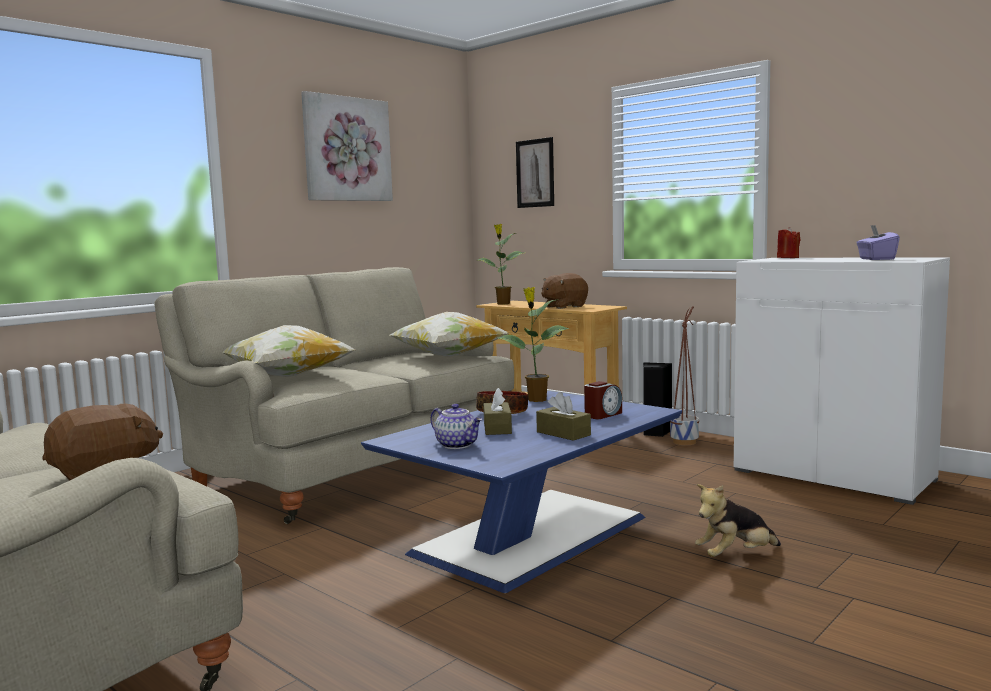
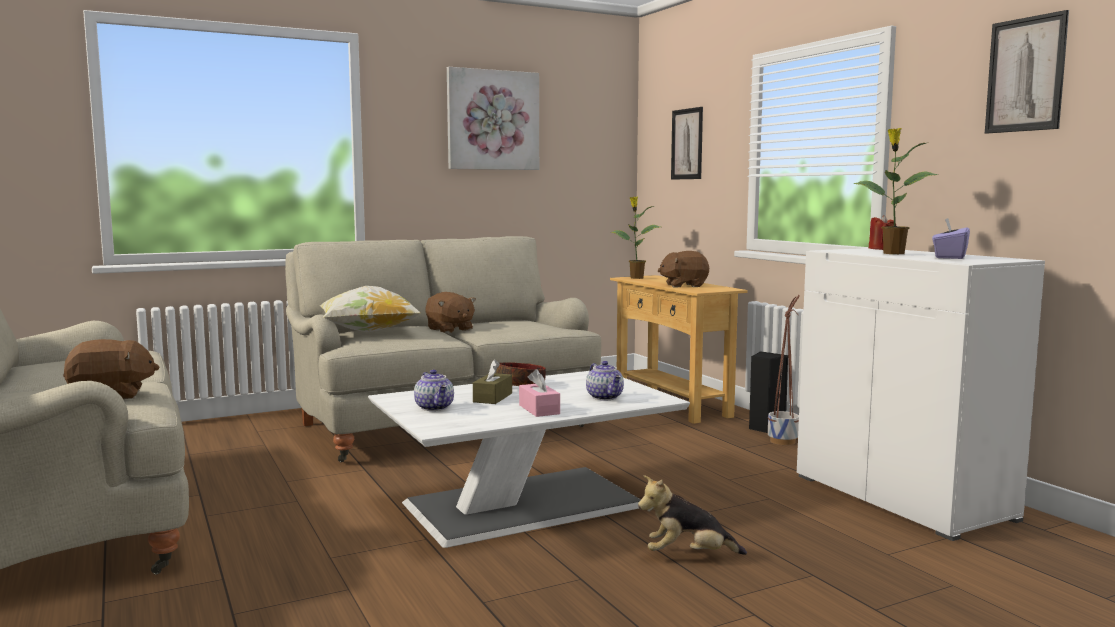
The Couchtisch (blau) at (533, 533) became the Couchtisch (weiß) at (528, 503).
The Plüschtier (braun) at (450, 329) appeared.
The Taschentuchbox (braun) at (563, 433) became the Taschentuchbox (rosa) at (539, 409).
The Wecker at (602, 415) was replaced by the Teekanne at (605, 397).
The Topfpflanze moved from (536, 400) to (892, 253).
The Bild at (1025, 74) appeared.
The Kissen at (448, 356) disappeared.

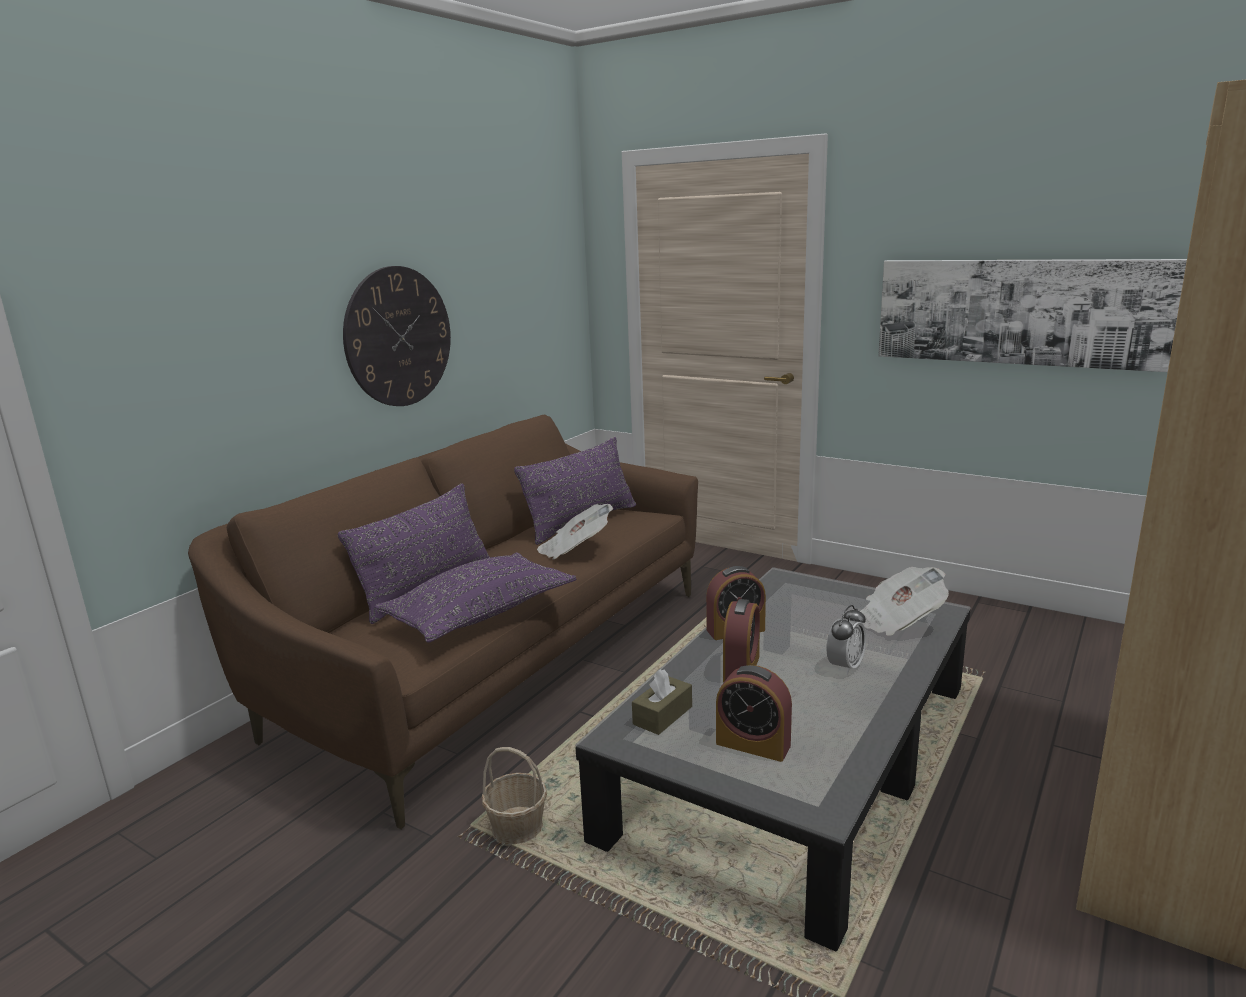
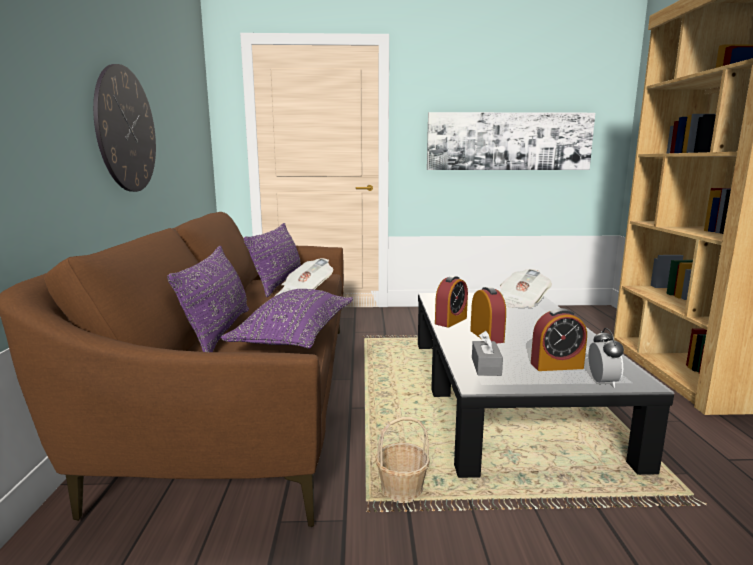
The Taschentuchbox (braun) at (662, 715) became the Taschentuchbox (grau) at (486, 366).
The Wecker moved from (845, 666) to (602, 382).

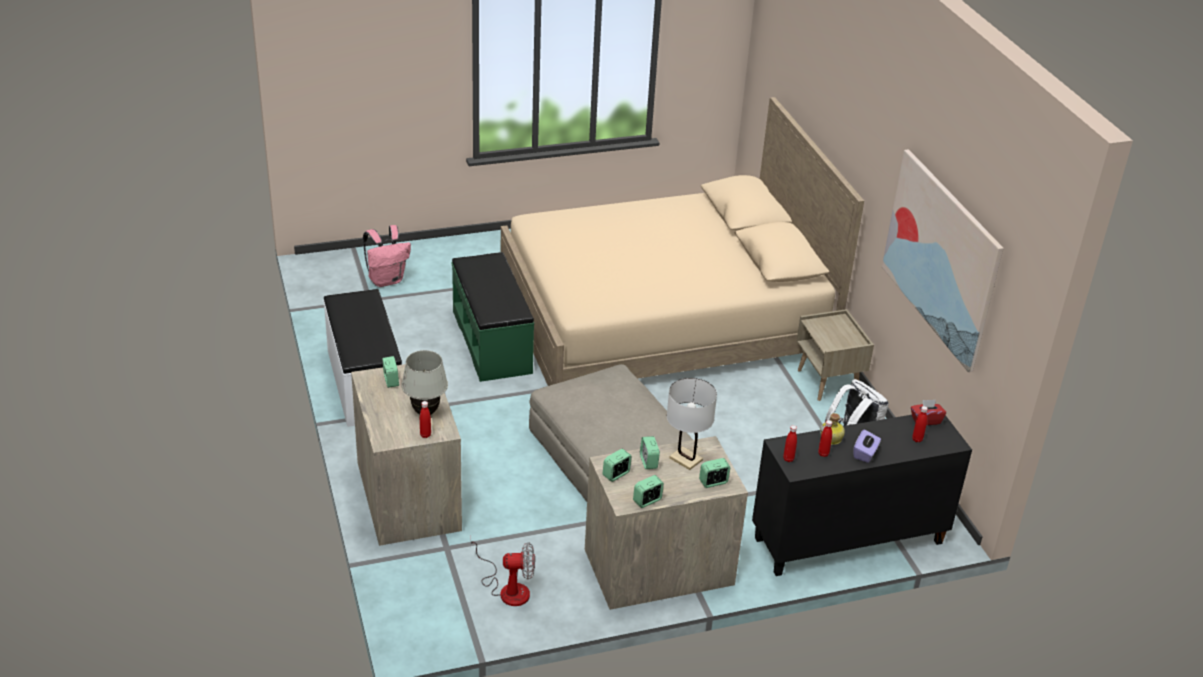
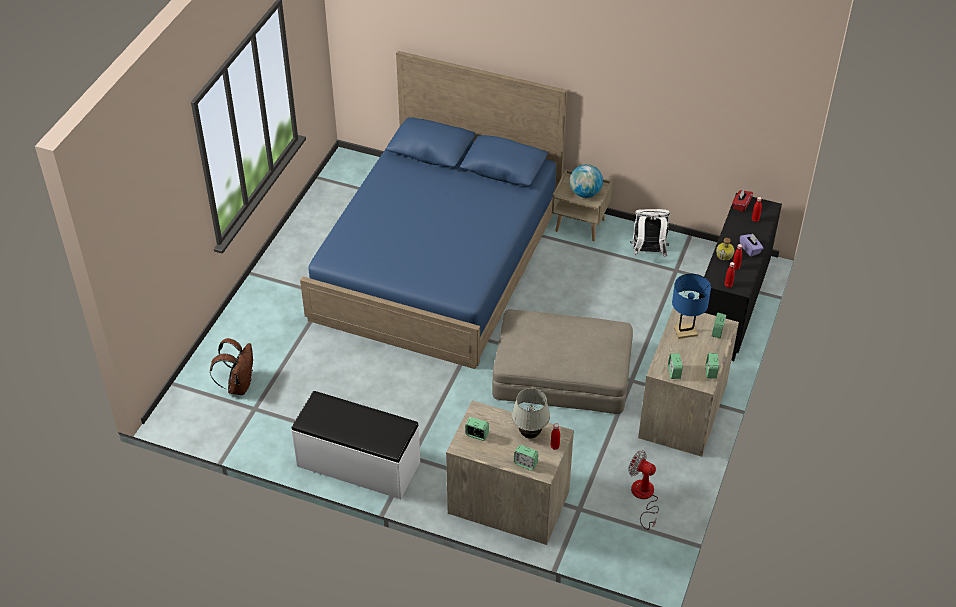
The Rucksack (rosa) at (387, 280) became the Rucksack (braun) at (239, 385).
The Bett (beige) at (664, 318) became the Bett (blau) at (439, 261).
The Wecker moved from (648, 462) to (525, 463).
The Globus at (585, 193) appeared.
The Ventilator at (507, 588) turned 90 degrees counterclockwise.
The Tischlampe (weiß) at (686, 459) became the Tischlampe (blau) at (685, 331).
The Bank (grün) at (492, 342) disappeared.
The Bild at (941, 258) disappeared.

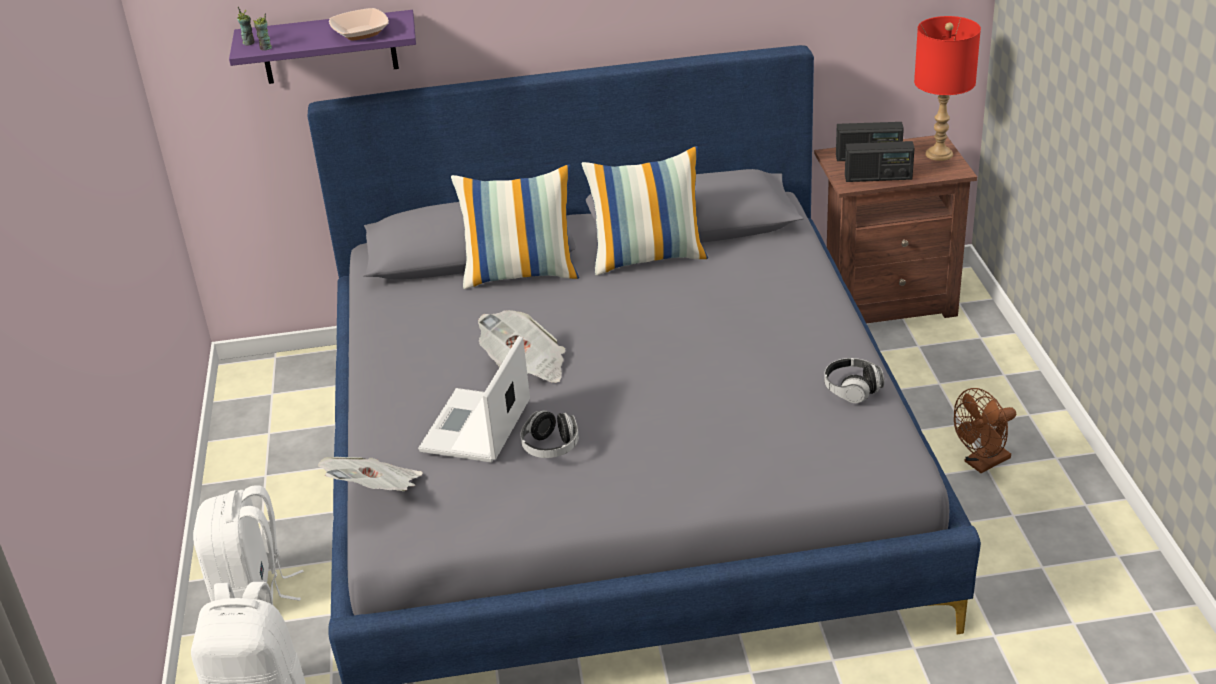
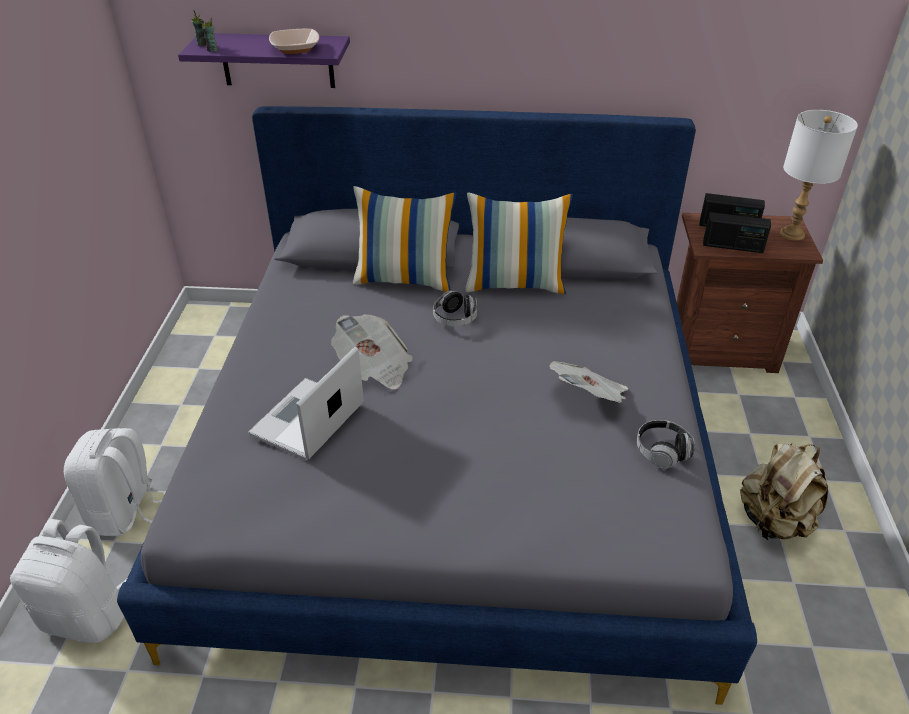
The Kopfhörer moved from (550, 447) to (455, 319).
The Zeitung moved from (377, 492) to (589, 397).
The Ventilator (braun) at (982, 463) was replaced by the Rucksack (beige) at (774, 521).
The Tischlampe (rot) at (939, 154) became the Tischlampe (weiß) at (792, 234).

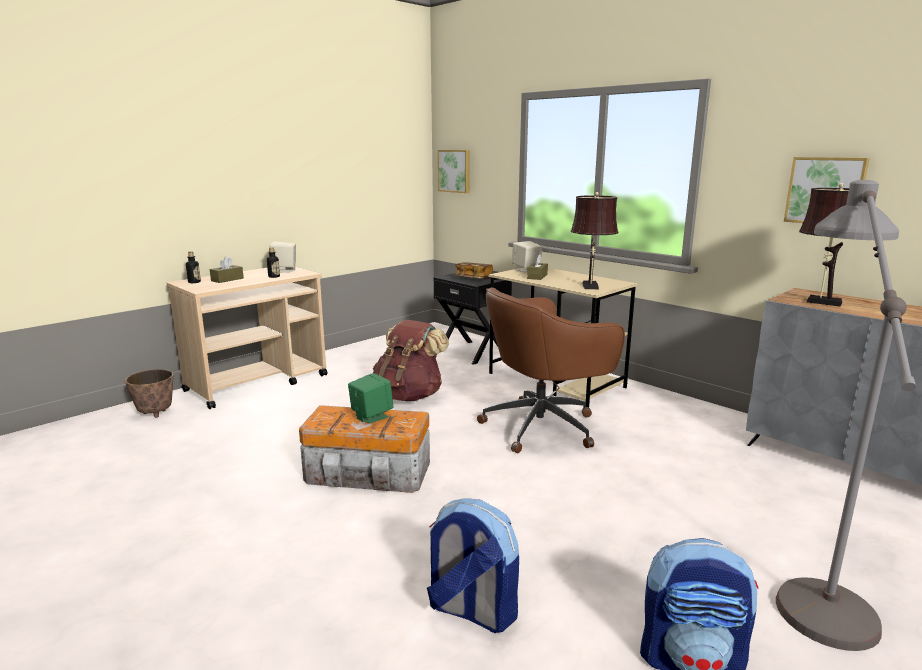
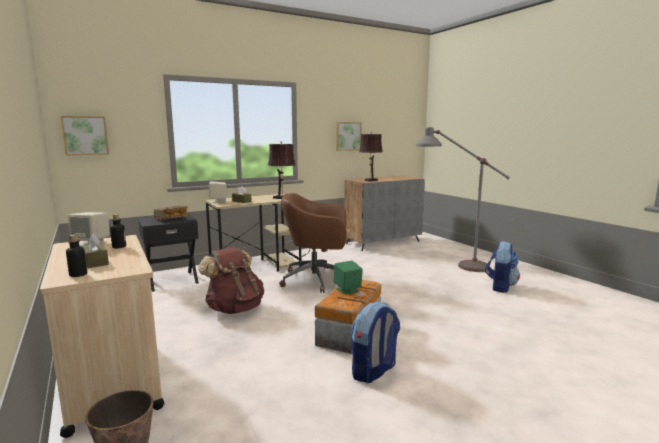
The Bürostuhl (braun) at (543, 426) turned 105 degrees clockwise.
The Rucksack moved from (471, 611) to (374, 371).

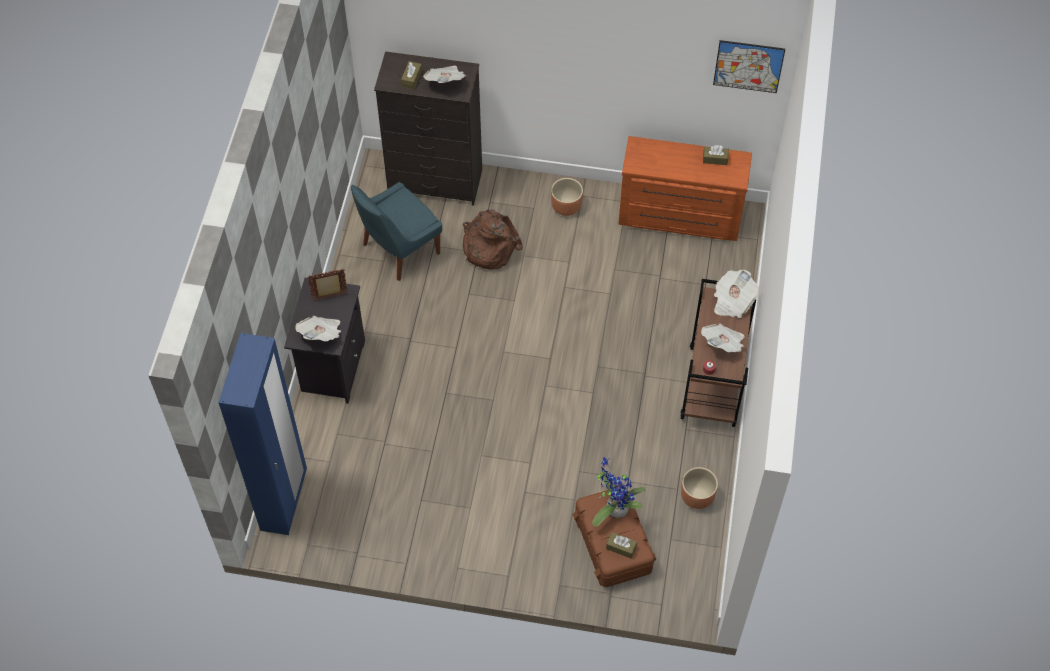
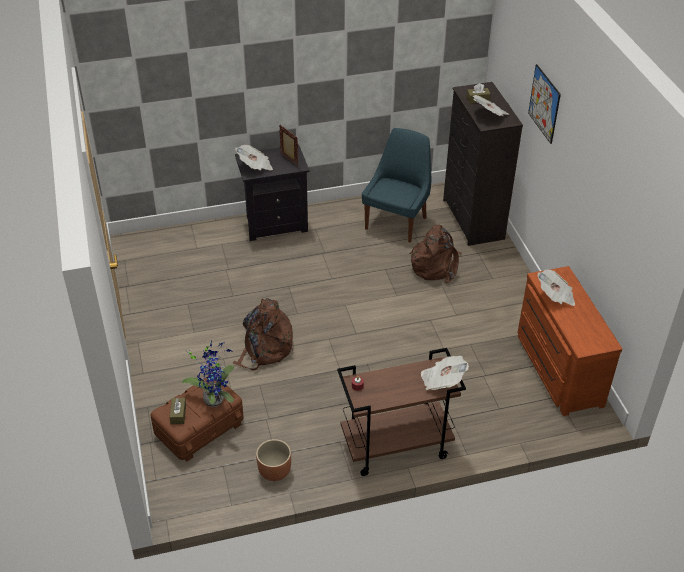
The Rucksack (braun) at (265, 349) appeared.
The Stuhl (blau) at (398, 250) turned 90 degrees clockwise.
The Bild moved from (748, 66) to (544, 104).
The Zeitung moved from (723, 344) to (555, 296).
The Kleiderschrank (blau) at (284, 501) disappeared.
The Pflanzkübel (braun) at (566, 207) disappeared.
The Taschentuchbox (braun) at (715, 159) disappeared.

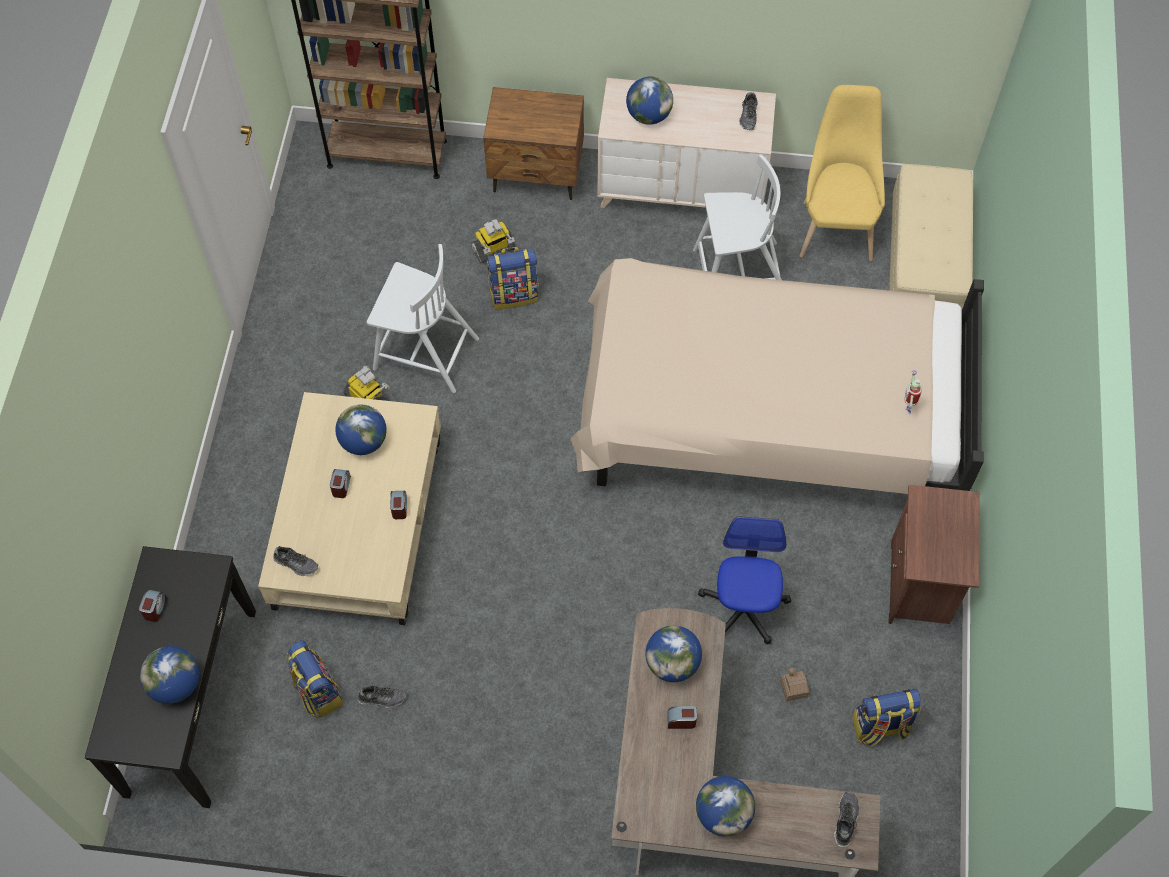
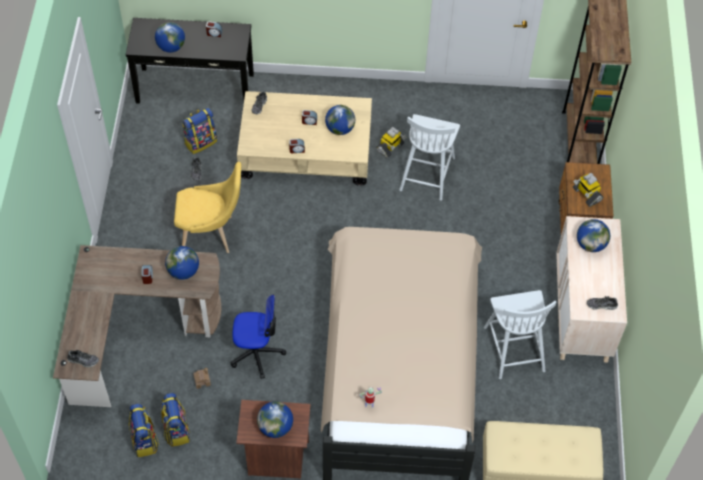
The Rucksack moved from (514, 294) to (145, 440).
The Stuhl (gelb) moved from (835, 225) to (211, 234).
The Globus moved from (723, 814) to (275, 427).
The Spielzeugroboter moved from (493, 249) to (586, 194).

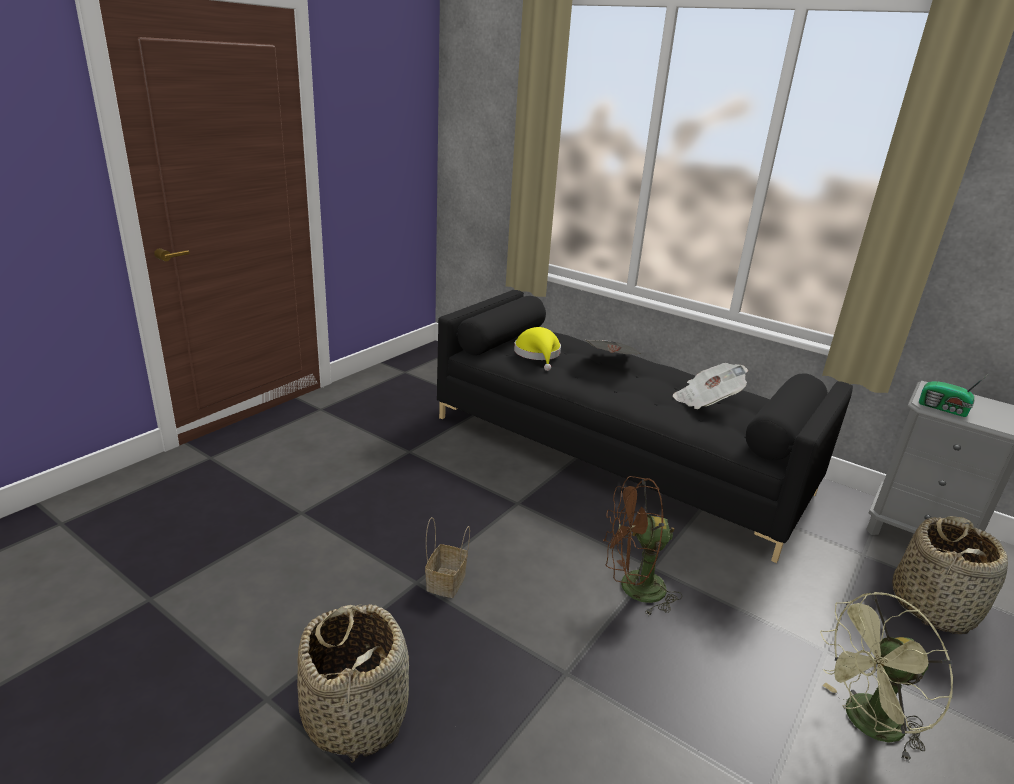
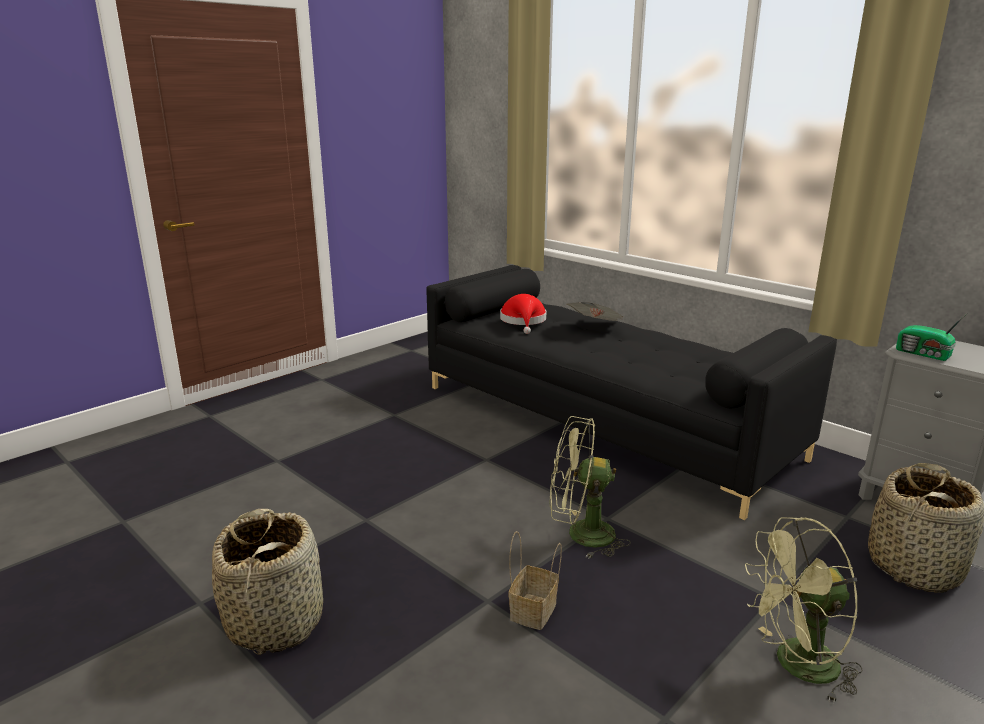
The Hut (gelb) at (538, 354) became the Hut (rot) at (523, 321).
The Korb moved from (446, 583) to (533, 612).
The Ventilator (braun) at (632, 589) became the Ventilator (grün) at (580, 535).
The Zeitung at (706, 401) disappeared.

